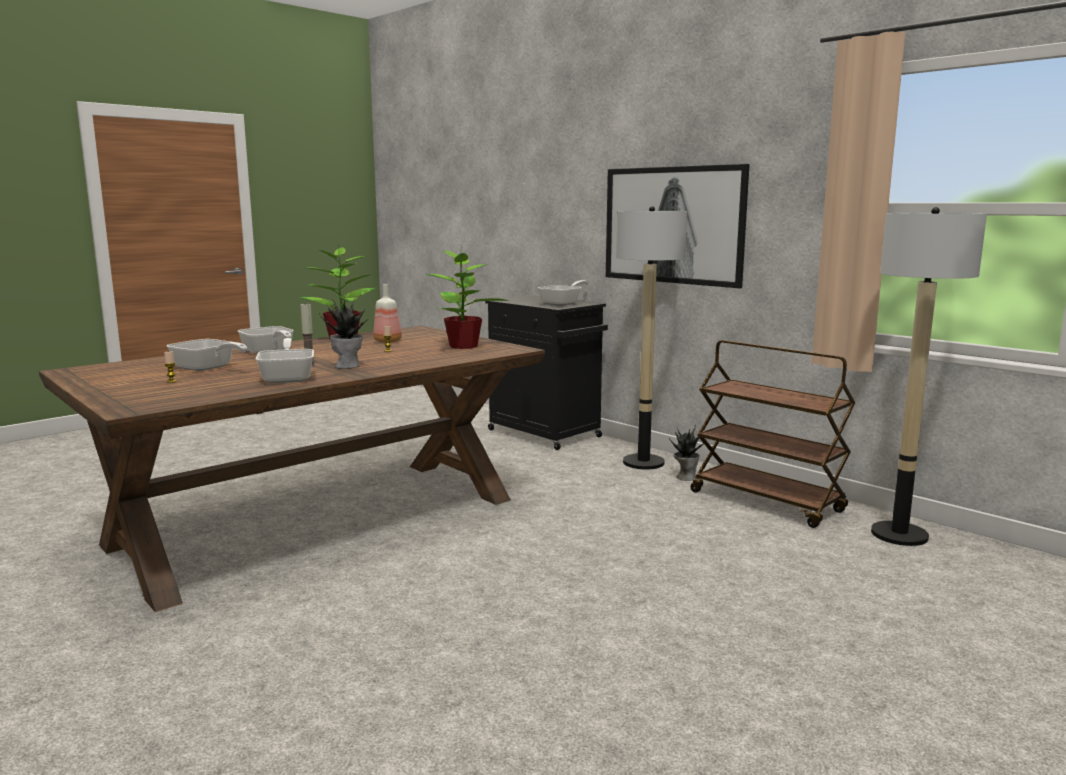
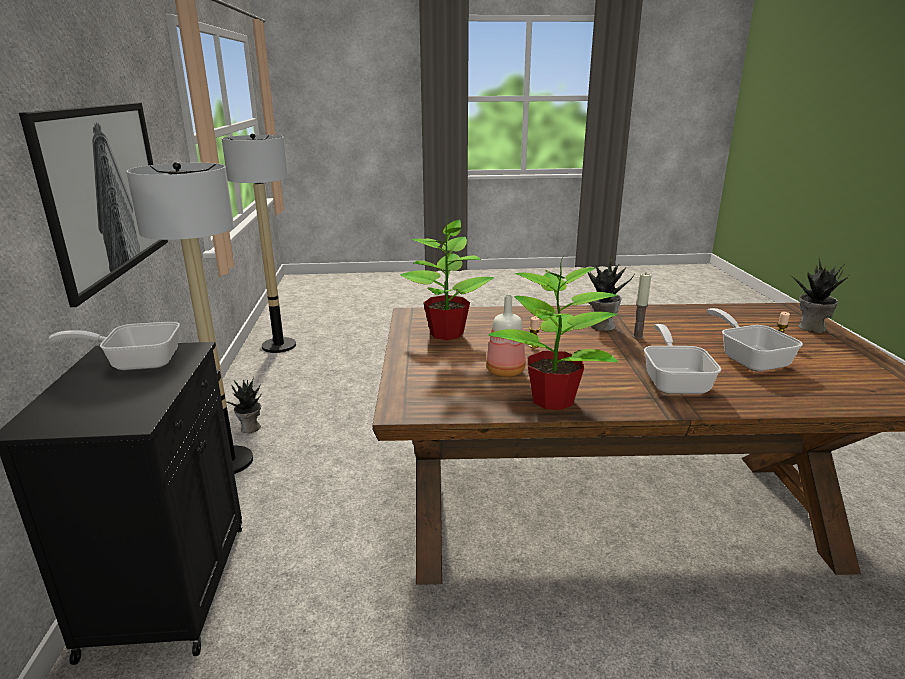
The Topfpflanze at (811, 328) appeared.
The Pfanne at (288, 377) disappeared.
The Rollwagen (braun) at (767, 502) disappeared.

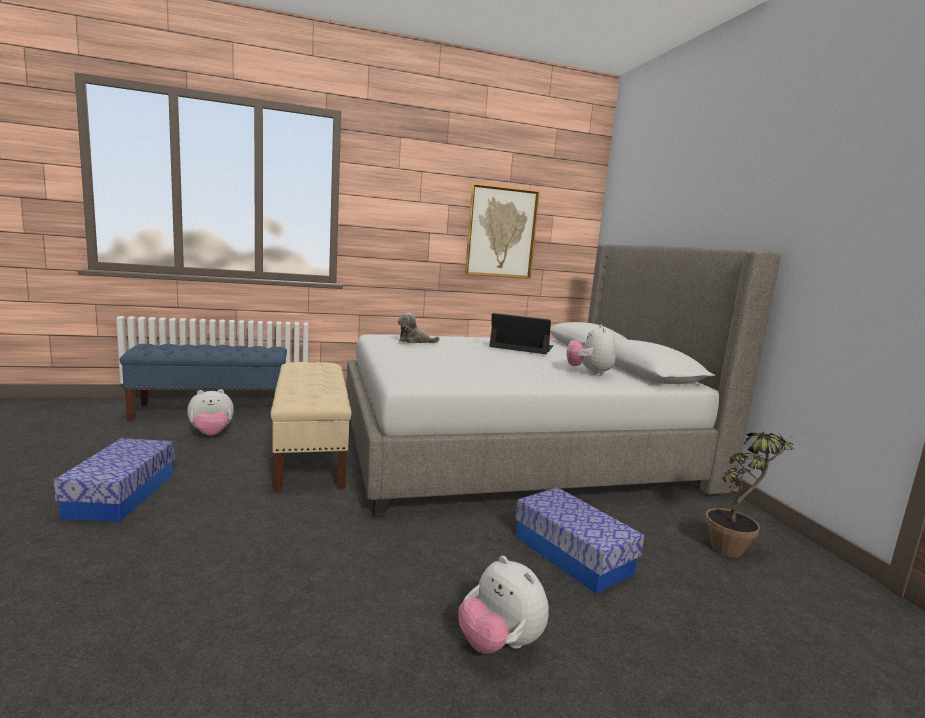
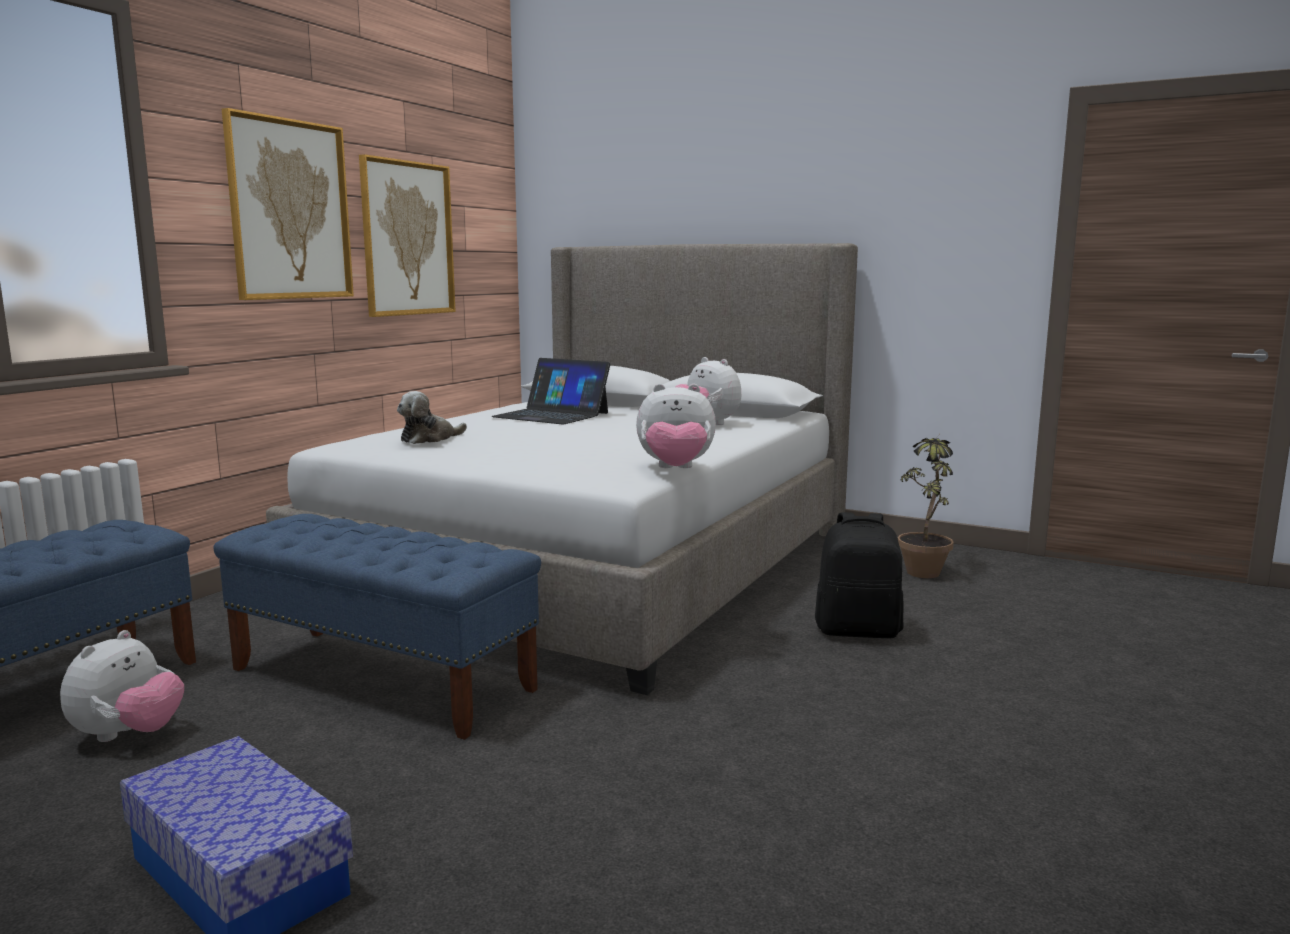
The Bank (beige) at (310, 454) became the Bank (blau) at (382, 679).
The Bild at (290, 210) appeared.
The Laptop at (521, 346) turned 120 degrees counterclockwise.
The Plüschtier moved from (499, 643) to (675, 469).
The Aufbewahrungsbox at (572, 555) was replaced by the Rucksack (schwarz) at (858, 631).

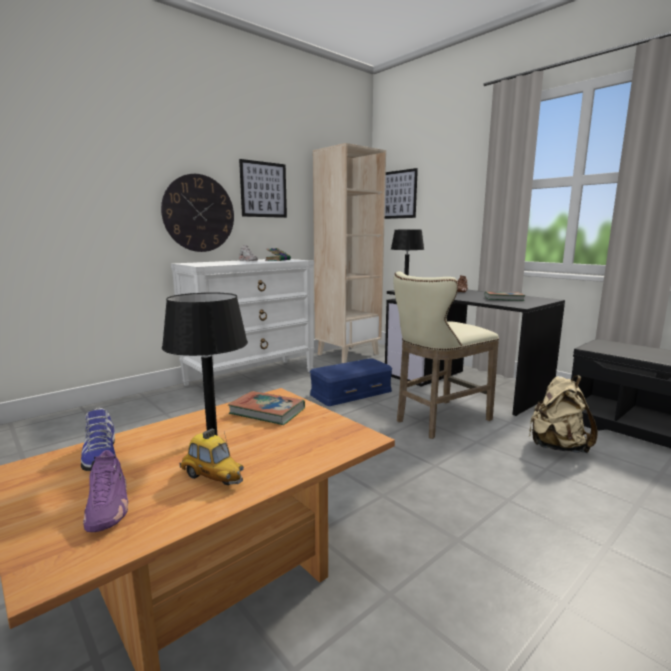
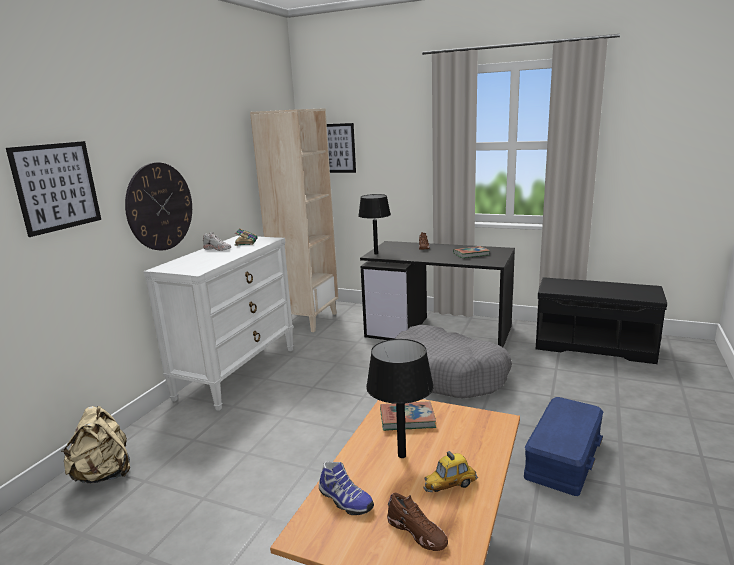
The Bild moved from (263, 189) to (57, 187).
The Rucksack (beige) moved from (557, 447) to (104, 474).
The Schuh (lila) at (108, 507) became the Schuh (braun) at (417, 532).
The Hocker (beige) at (437, 420) was replaced by the Hundebett (grau) at (449, 375).
The Spielzeugauto at (212, 477) turned 150 degrees clockwise.
The Aufbewahrungsbox (blau) moved from (350, 392) to (562, 456).

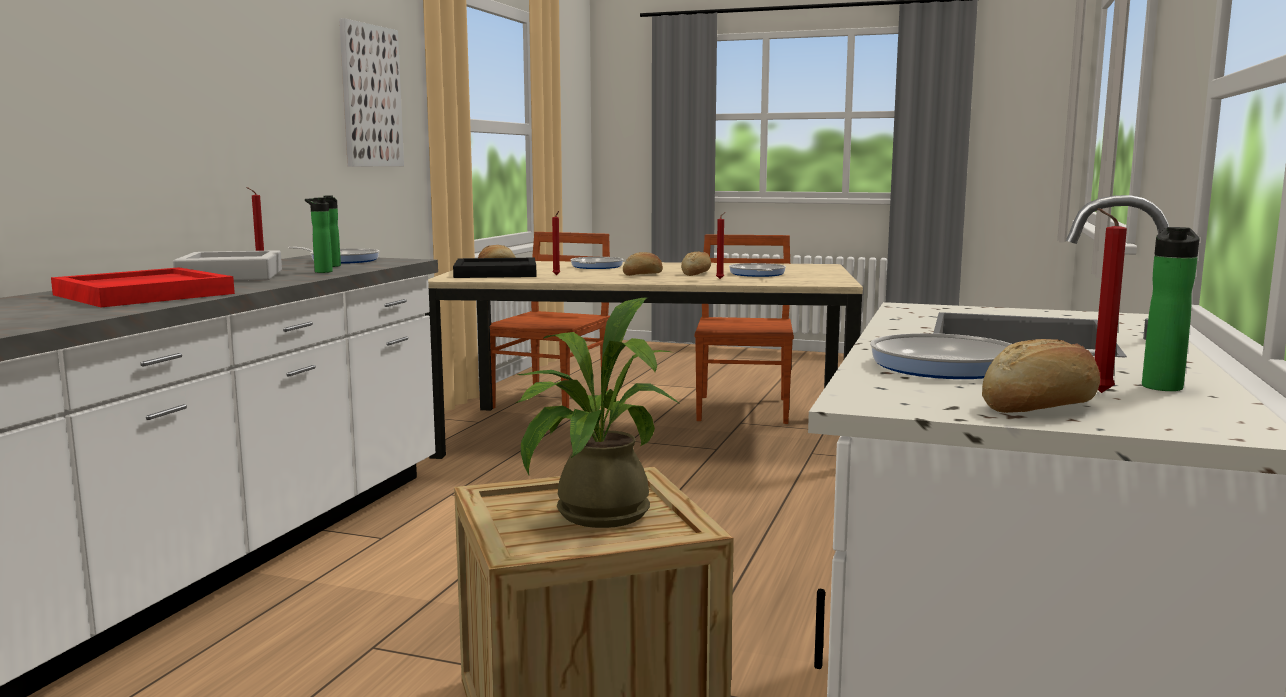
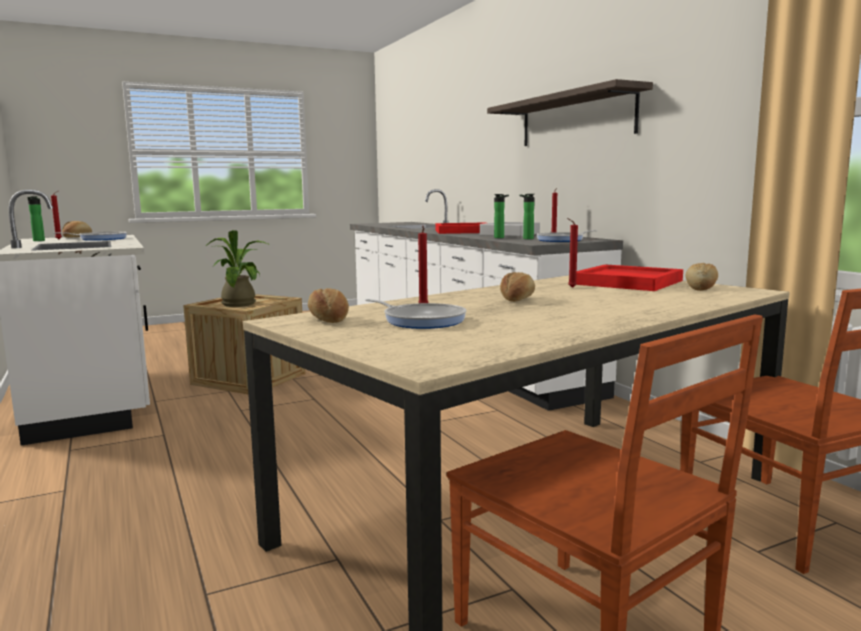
The Brot moved from (696, 274) to (328, 320).
The Wandregal at (575, 119) appeared.
The Tablett (schwarz) at (495, 272) became the Tablett (rot) at (628, 282).
The Bild at (371, 96) disappeared.
The Pfanne at (595, 267) disappeared.

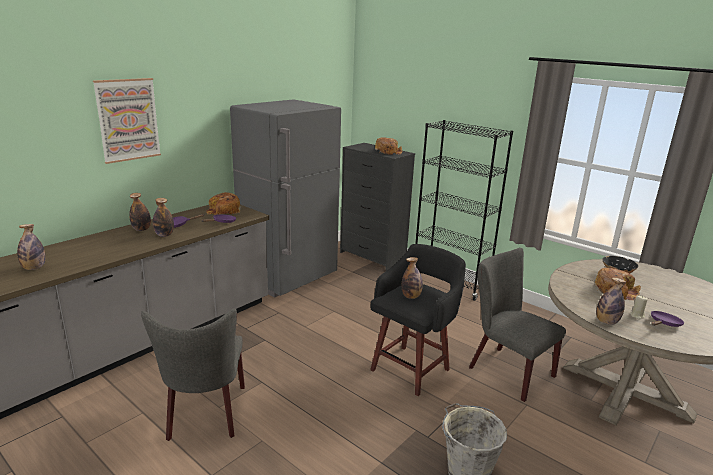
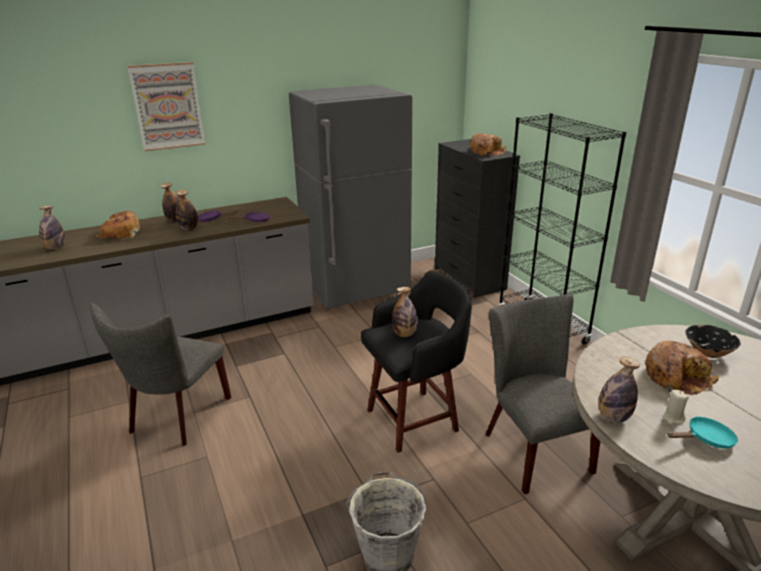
The Brot moved from (223, 211) to (119, 234).
The Pfanne (lila) at (664, 324) became the Pfanne (türkis) at (706, 439).

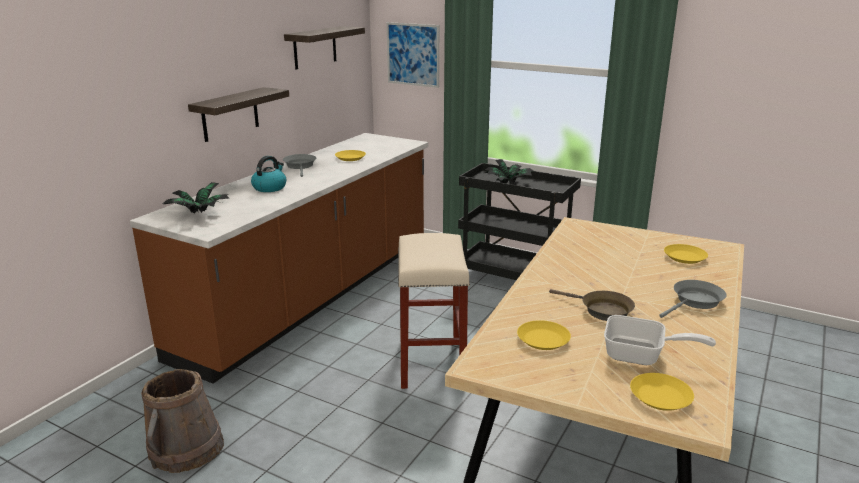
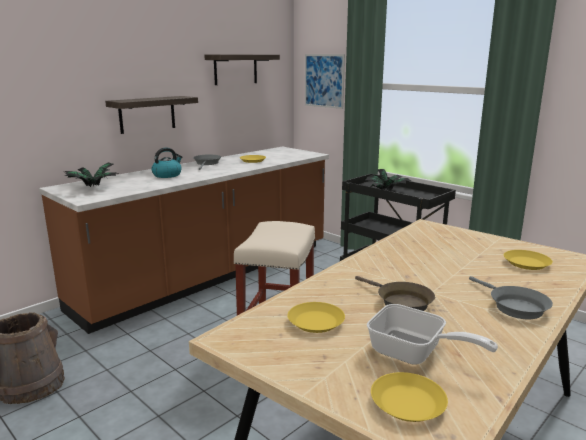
The Pfanne (grau) at (695, 302) turned 90 degrees clockwise.

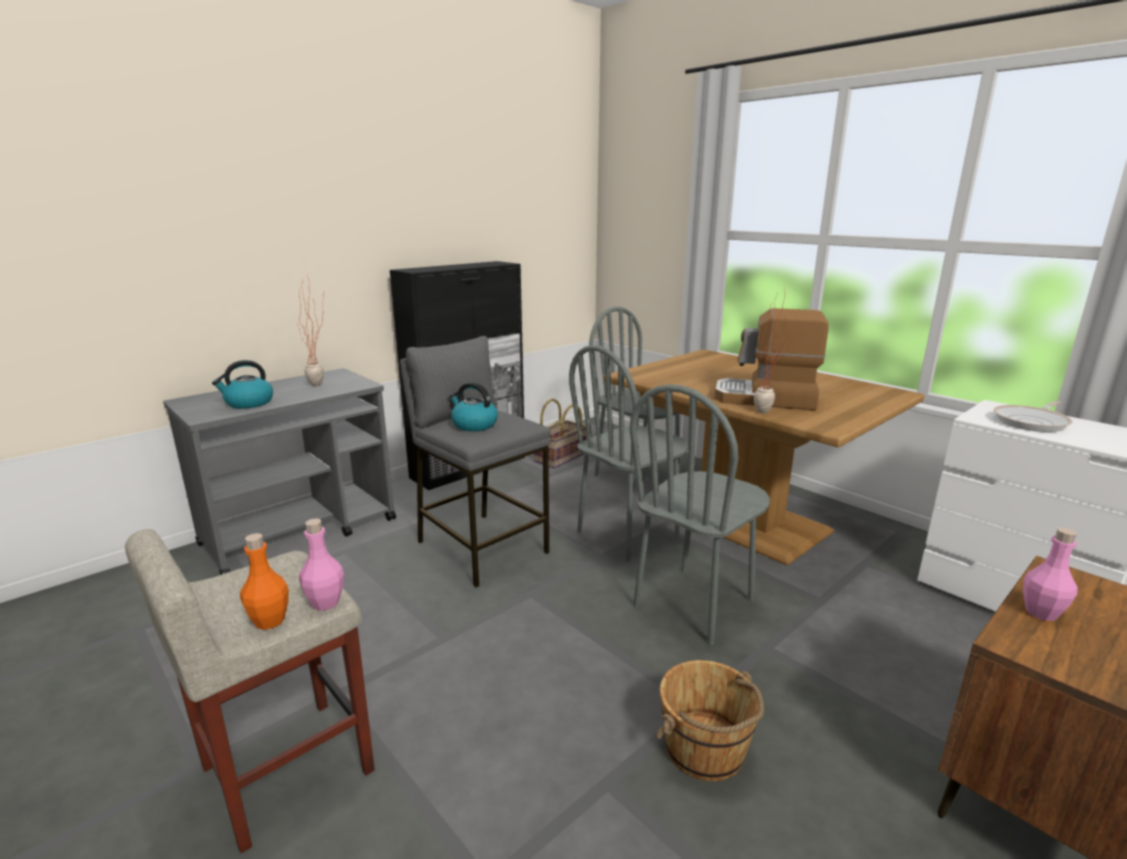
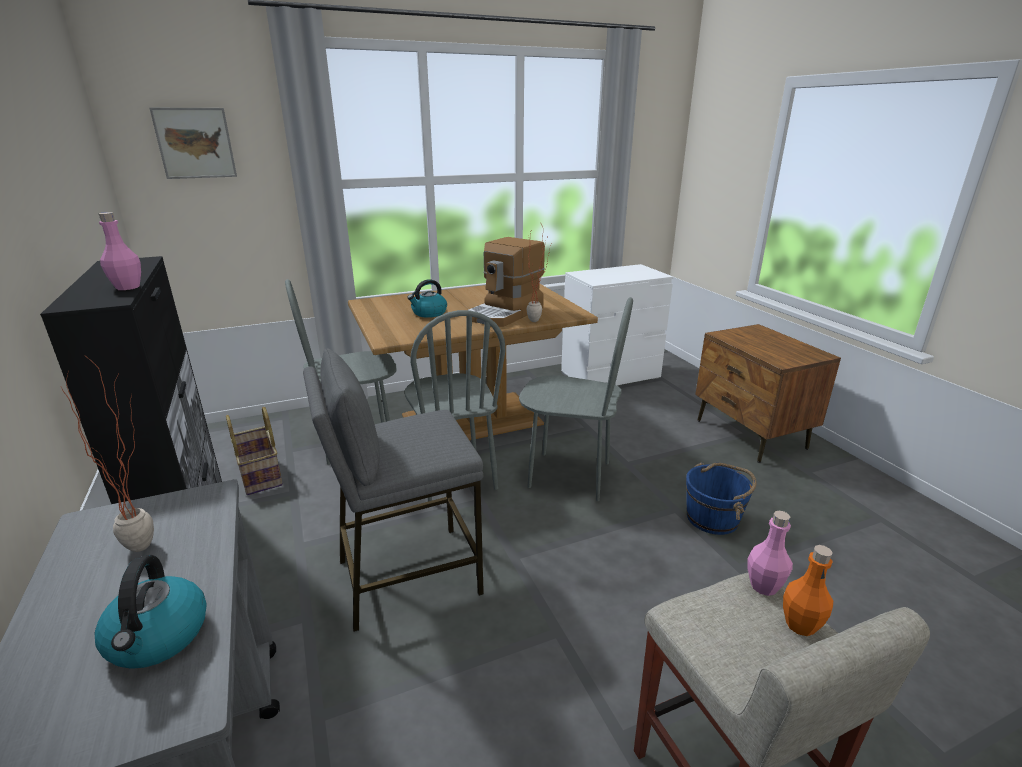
The Flasche (rosa) moved from (1041, 613) to (127, 287).
The Bild at (195, 143) appeared.
The Wasserkessel moved from (474, 425) to (429, 313).
The Stuhl (grau) at (694, 603) turned 45 degrees counterclockwise.
The Eimer (braun) at (705, 750) became the Eimer (blau) at (713, 518).
The Pfanne at (1032, 422) disappeared.

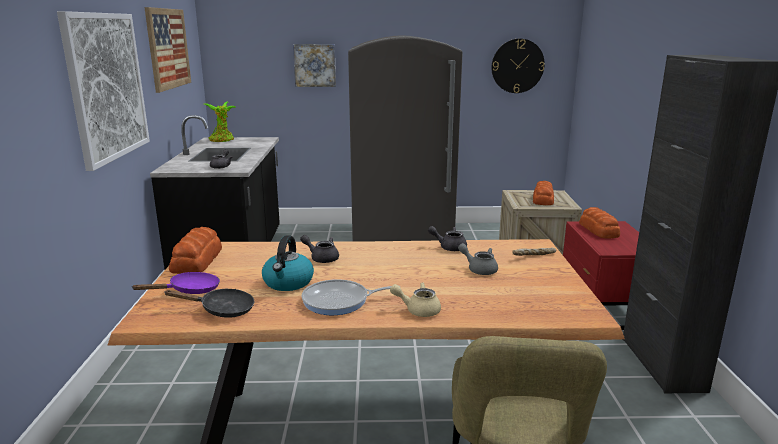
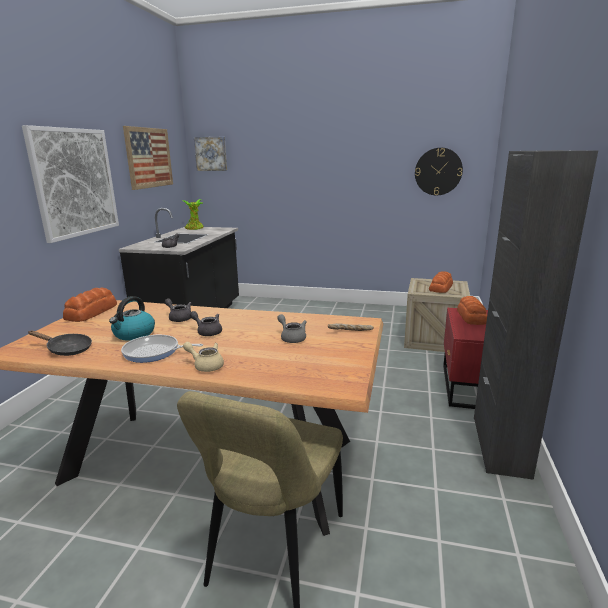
The Teekanne (grau) moved from (449, 247) to (207, 332).
The Bild moved from (315, 65) to (211, 153).
The Pfanne (lila) at (190, 291) disappeared.
The Kühlschrank (grau) at (402, 237) disappeared.

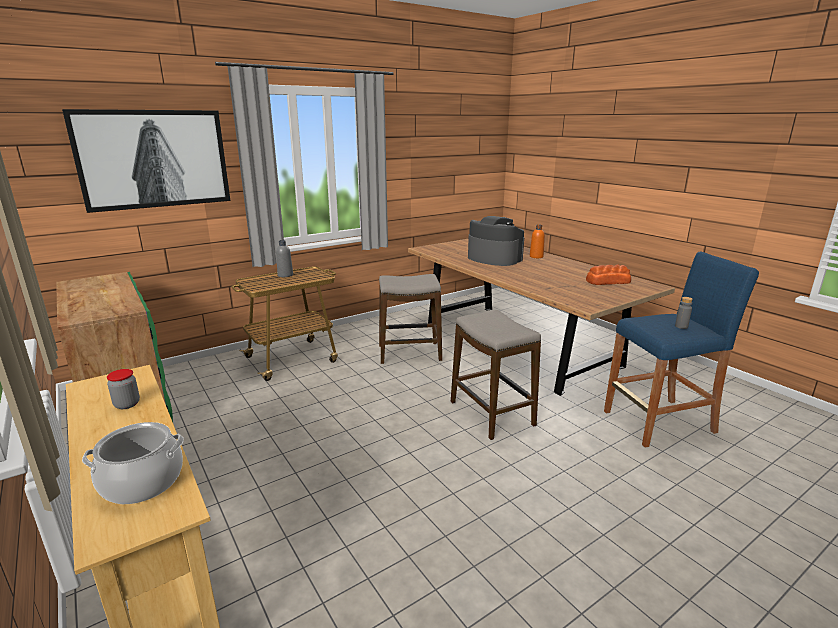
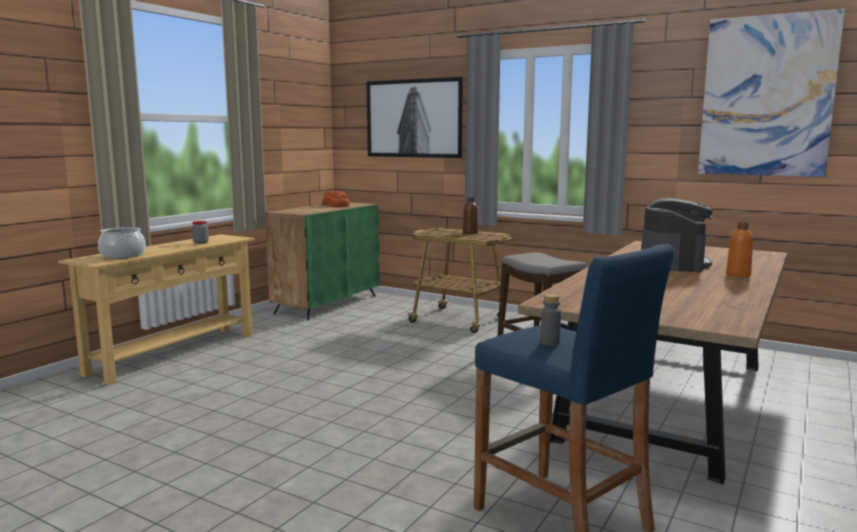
The Brot moved from (607, 281) to (335, 205).
The Flasche (grau) at (285, 275) became the Flasche (braun) at (470, 233).
The Bild at (767, 96) appeared.
The Hocker at (491, 414) disappeared.

